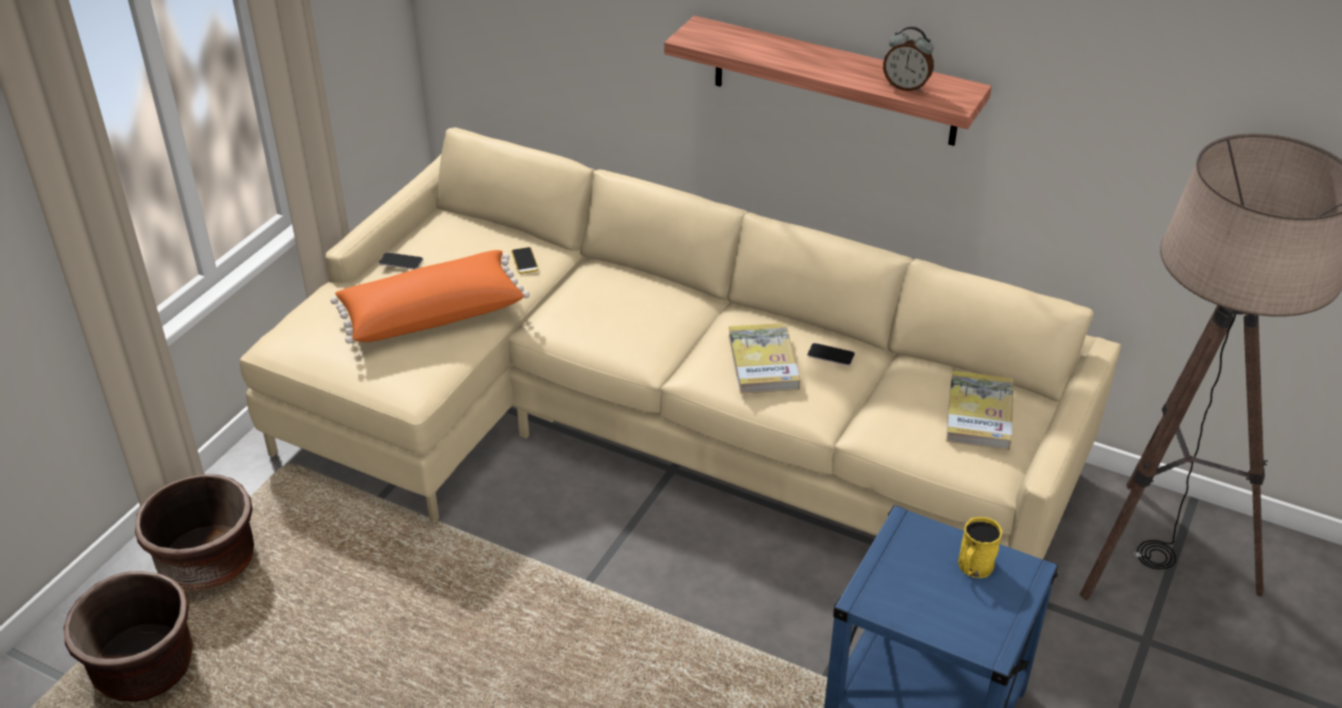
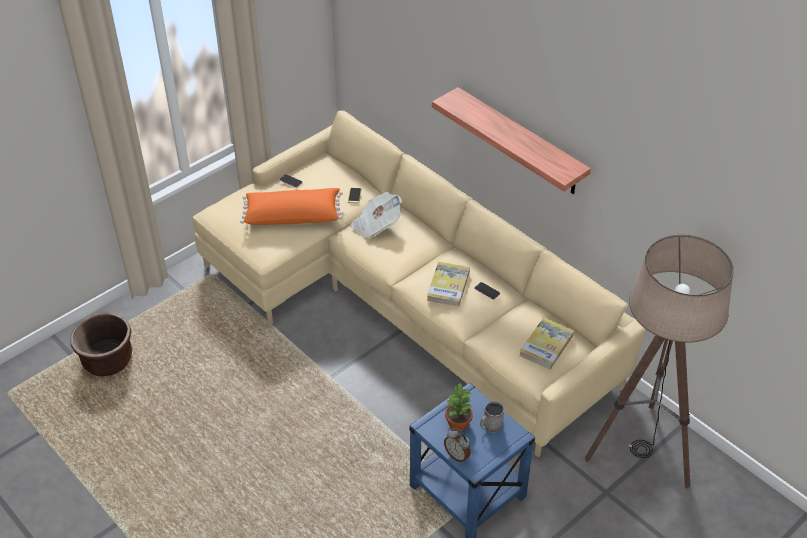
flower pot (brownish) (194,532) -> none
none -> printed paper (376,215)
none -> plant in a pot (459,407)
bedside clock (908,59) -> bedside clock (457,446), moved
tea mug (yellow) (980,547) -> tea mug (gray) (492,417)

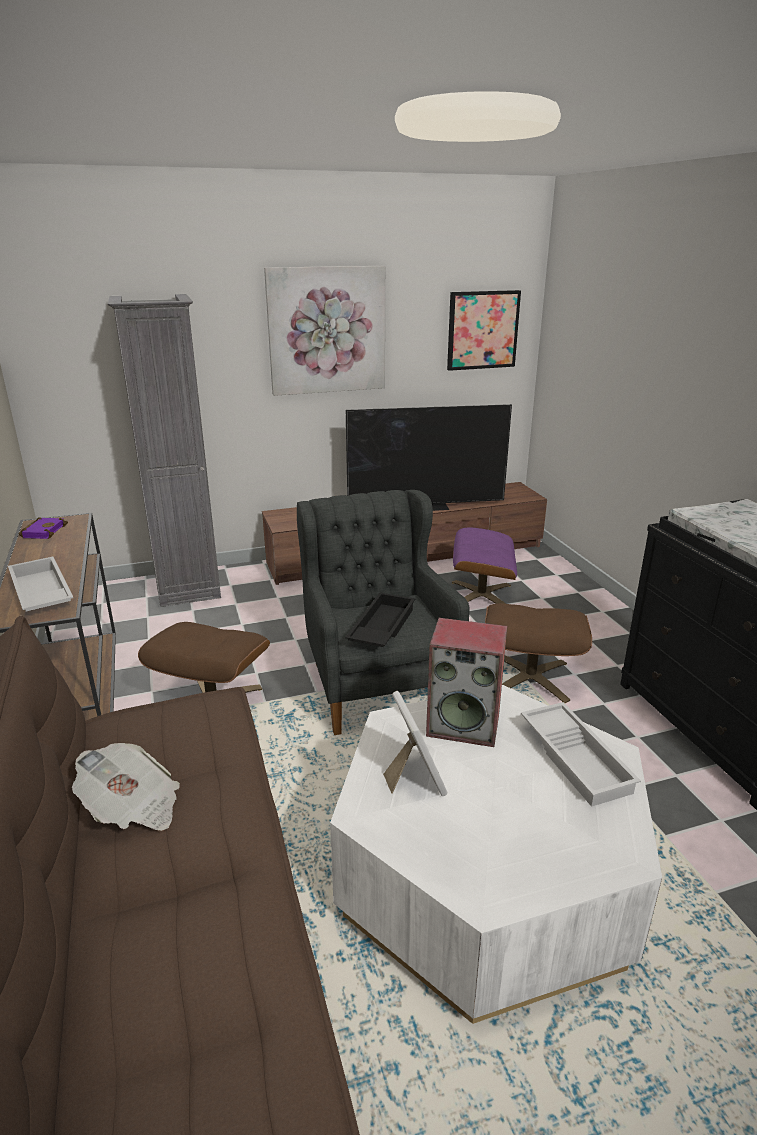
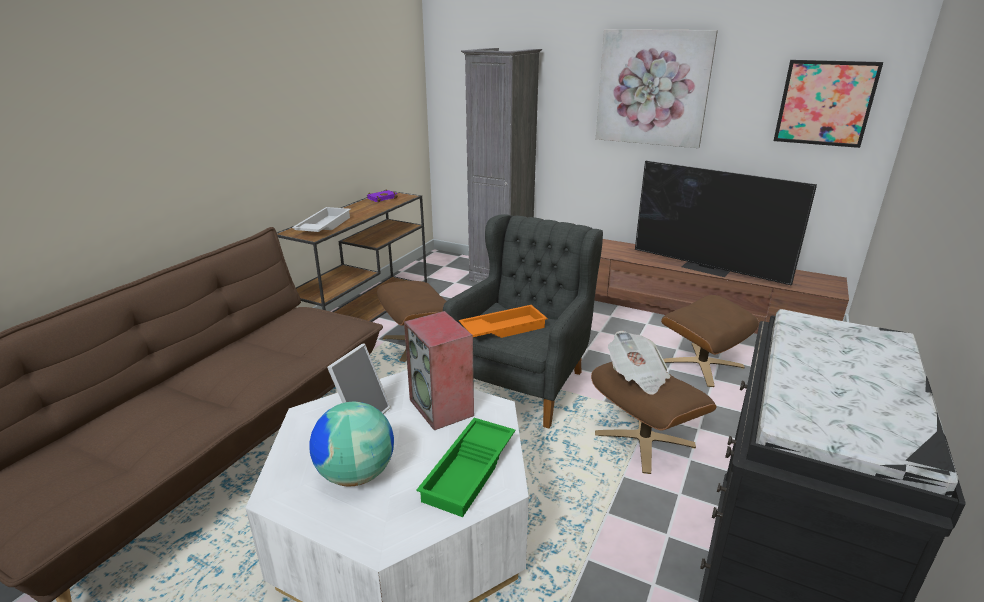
none -> desk globe (351,444)
printed paper (126,787) -> printed paper (639,363), moved
serving tray (black) (380,620) -> serving tray (orange-coloured) (503,321)
pouffe (purple-coloured) (484,565) -> pouffe (brownish) (710,341)
serving tray (whitish) (581,754) -> serving tray (green-coloured) (465,467)

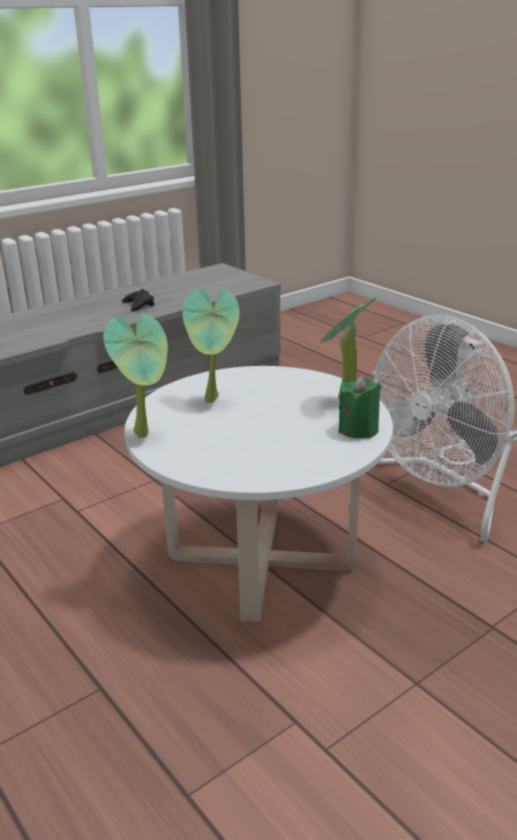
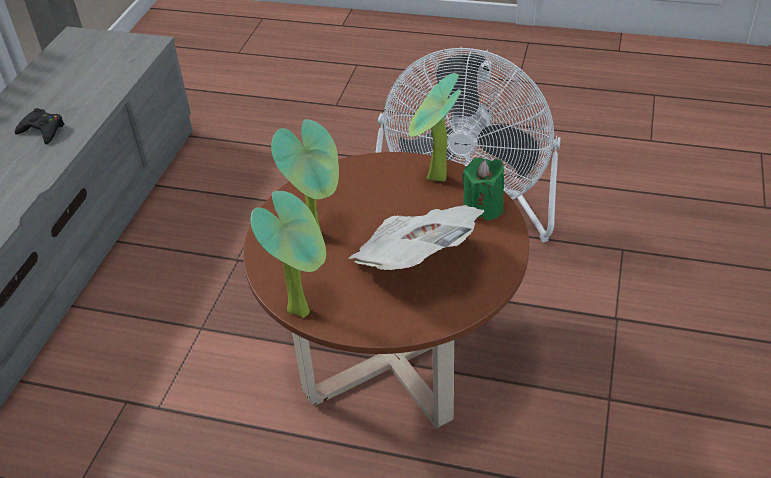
none -> printed paper (416,237)
coffee table (whitish) (258,494) -> coffee table (brownish) (386,290)

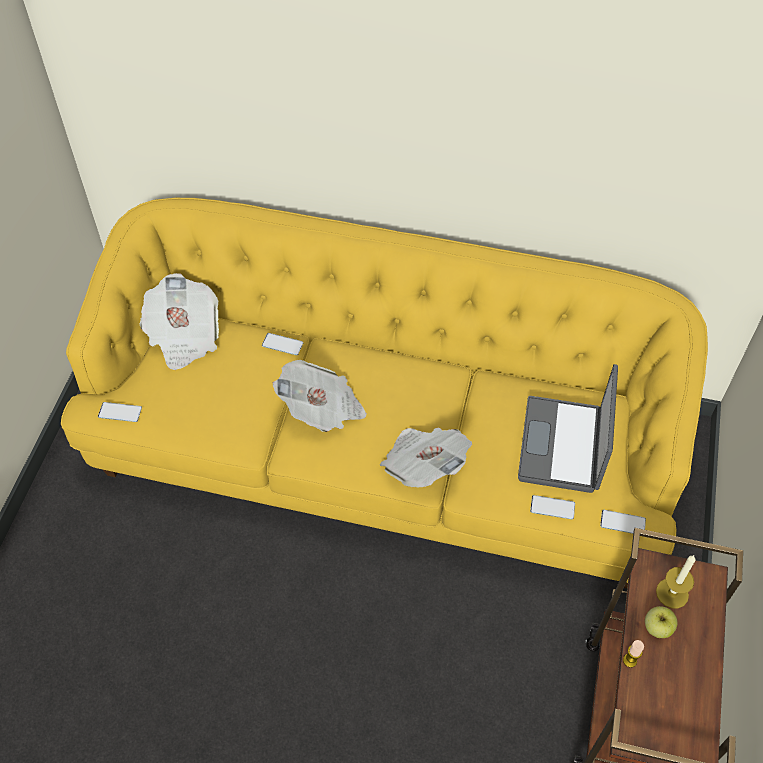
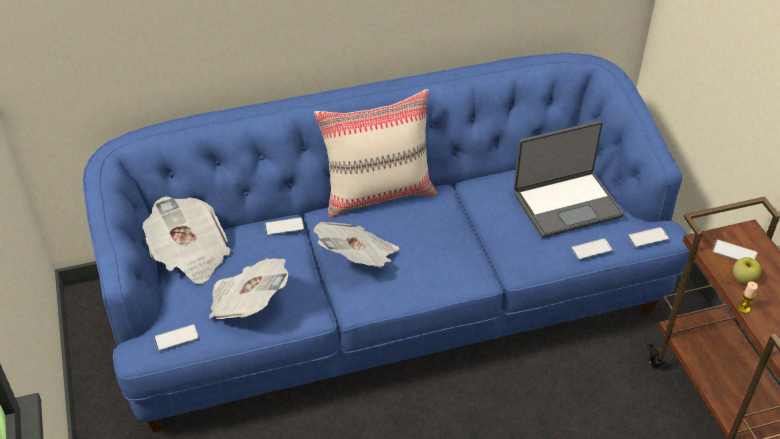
none -> pillow (beige) (375,153)
printed paper (426,457) -> printed paper (248,289), moved
candle (676,581) -> phone (735,249)
sofa (yellow) (384,393) -> sofa (blue) (386,243)
laptop (568,428) -> laptop (569,179), 90 degrees counterclockwise

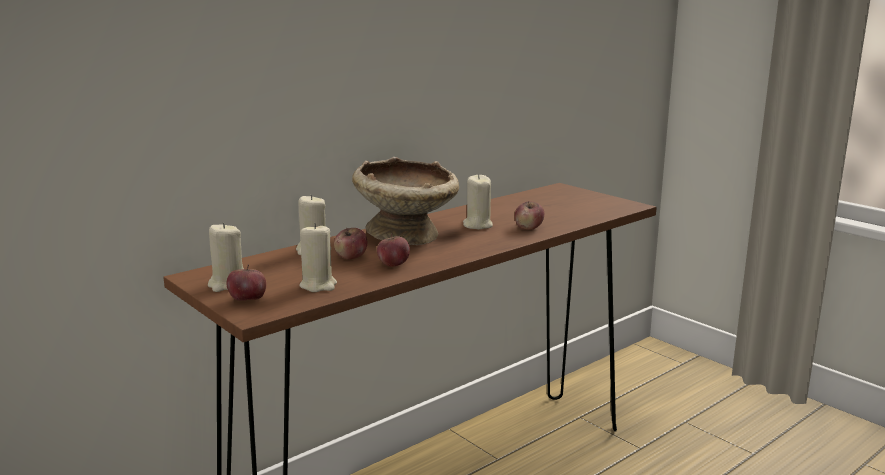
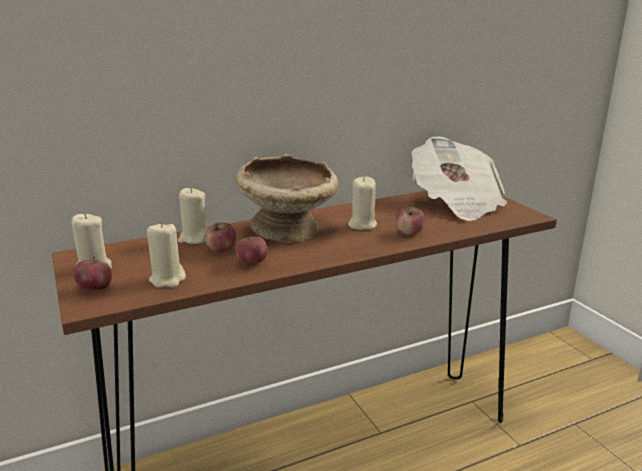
none -> printed paper (459,179)

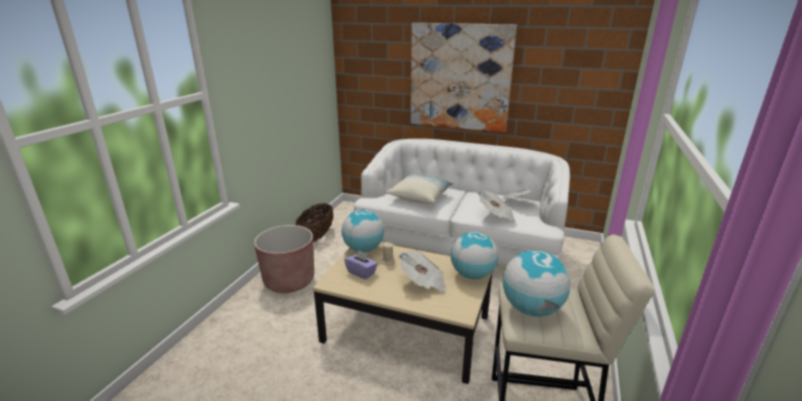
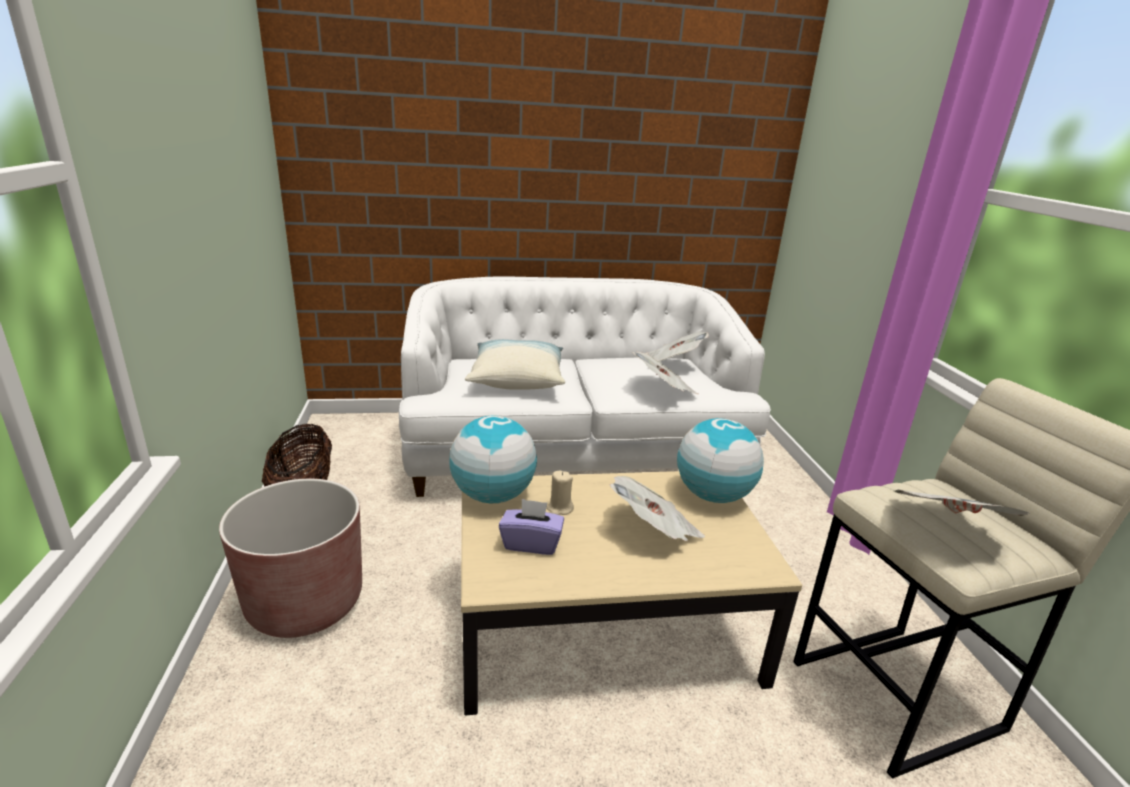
picture (464,78) -> none
desk globe (536,283) -> printed paper (962,502)

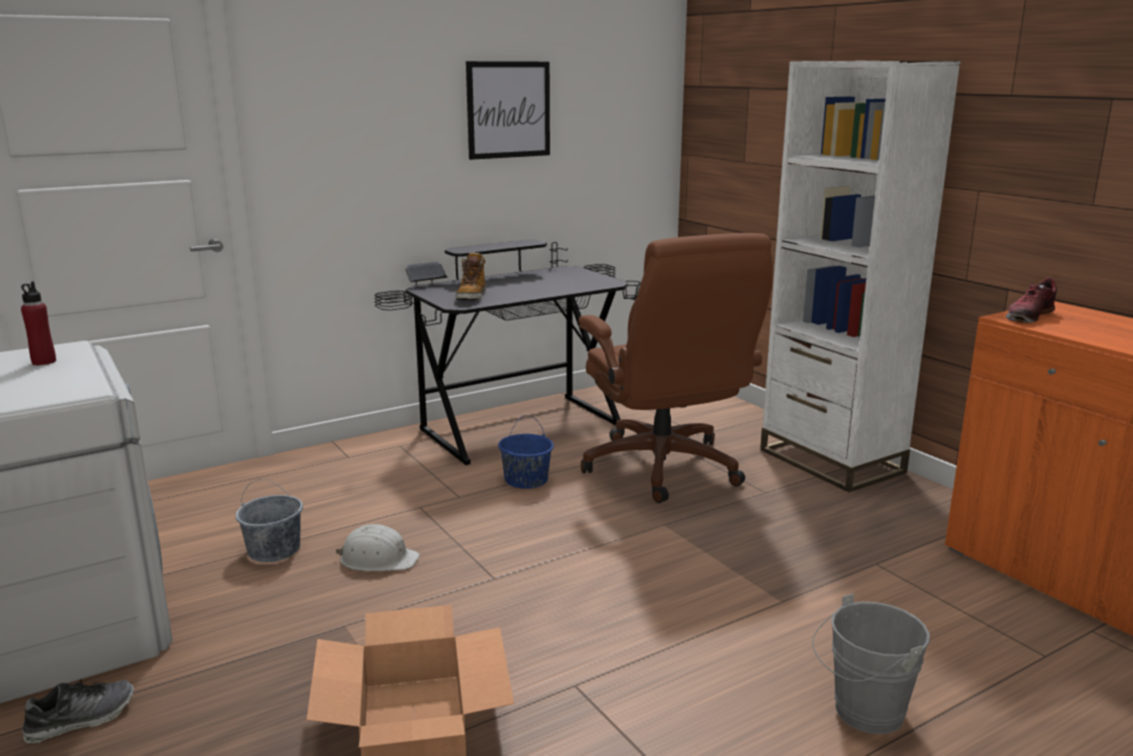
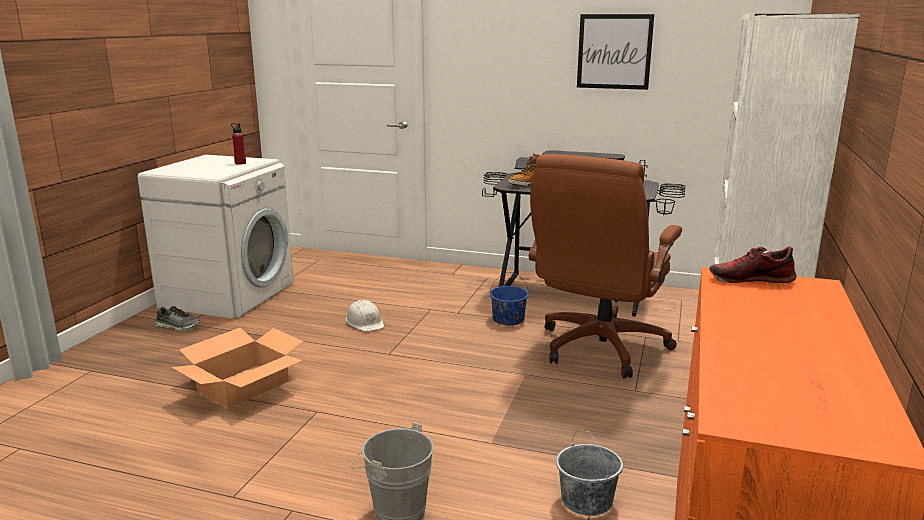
water bucket (gray) (269,520) -> water bucket (gray) (589,473), moved

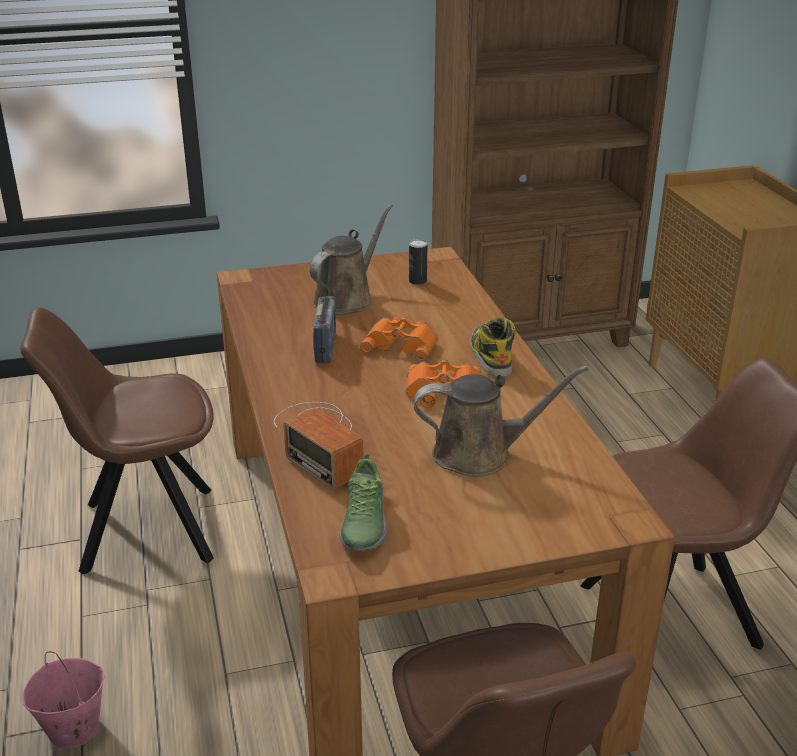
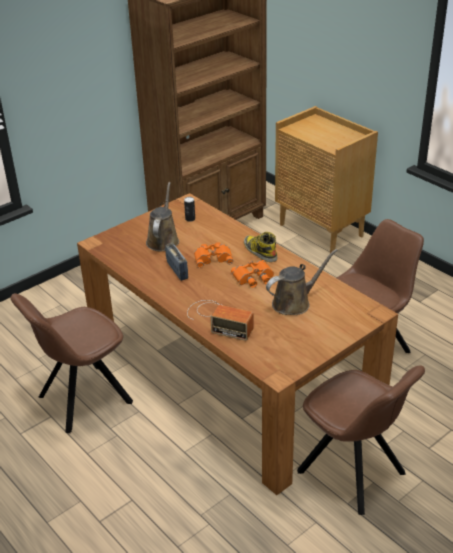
water bucket (pinkish) (64,699) -> none
low shoe (363,502) -> none

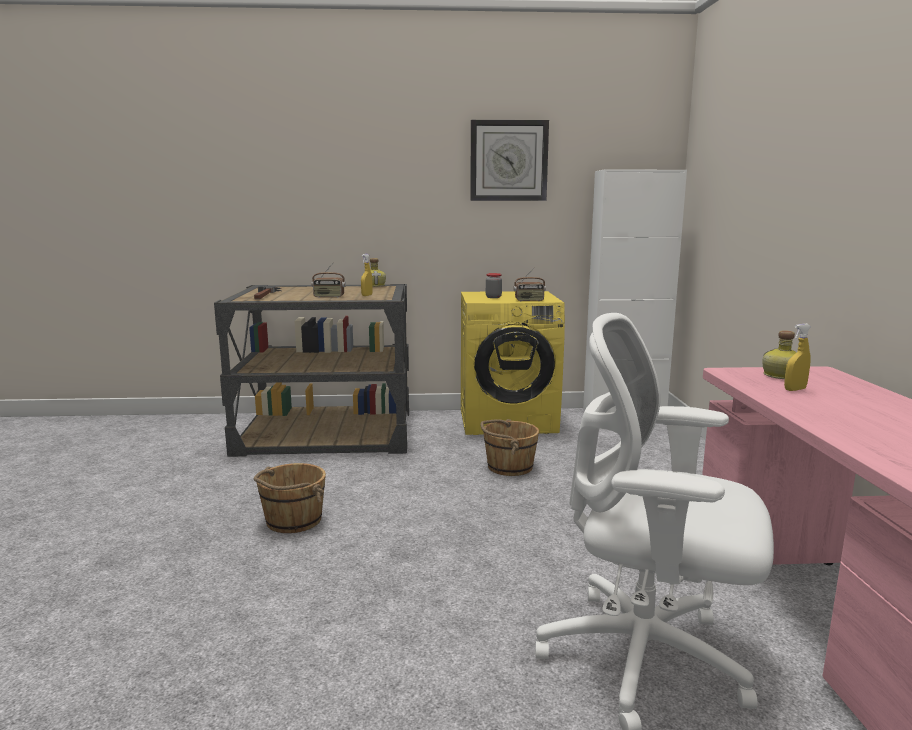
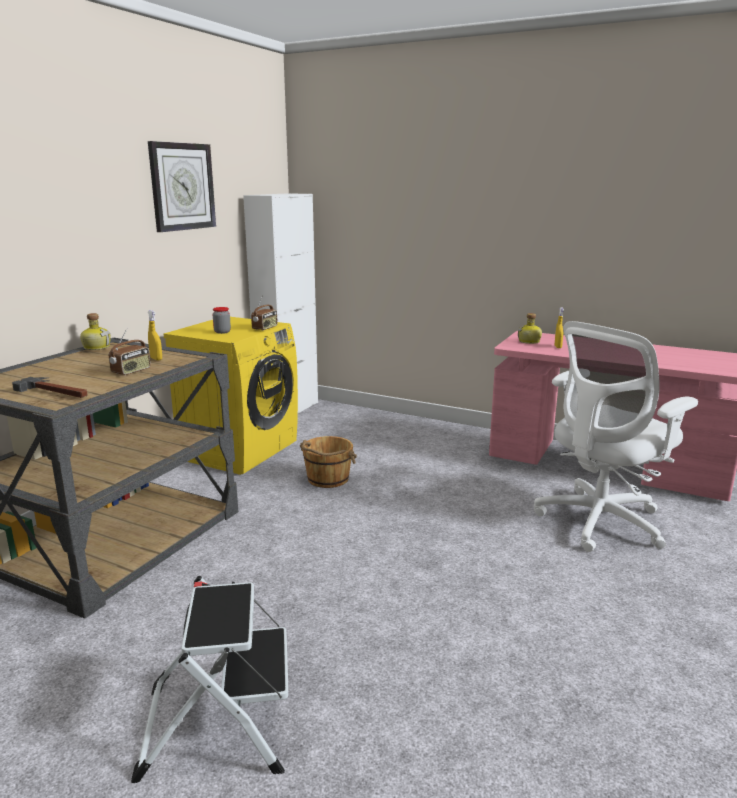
water bucket (brownish) (290,498) -> none
none -> step ladder (209,679)

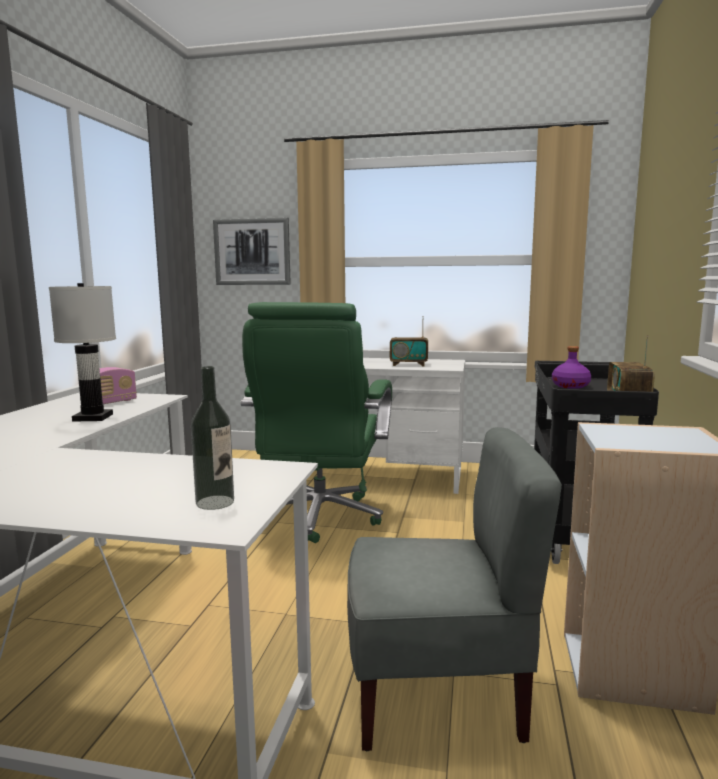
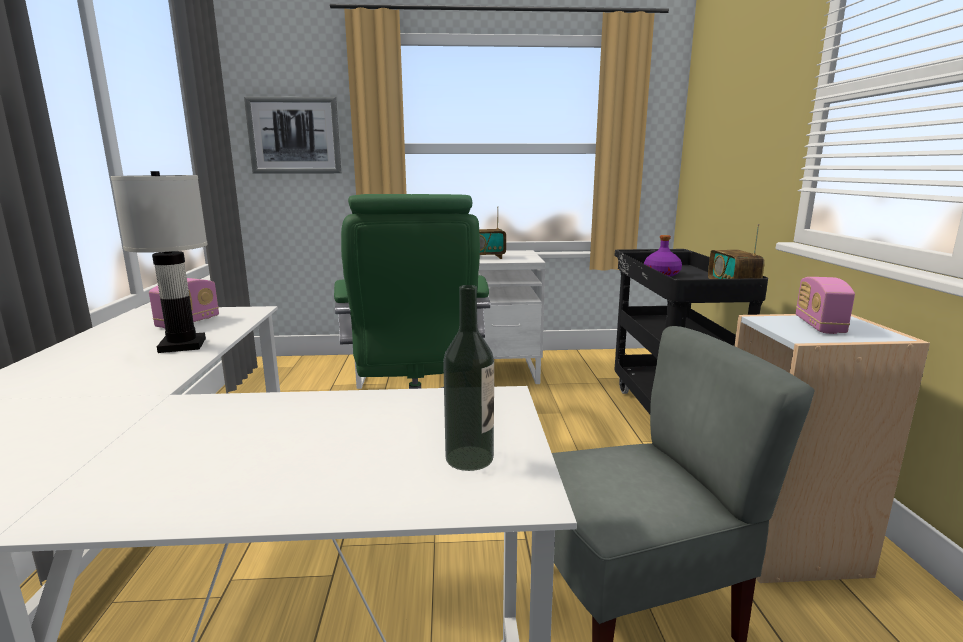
none -> radio (825,305)

